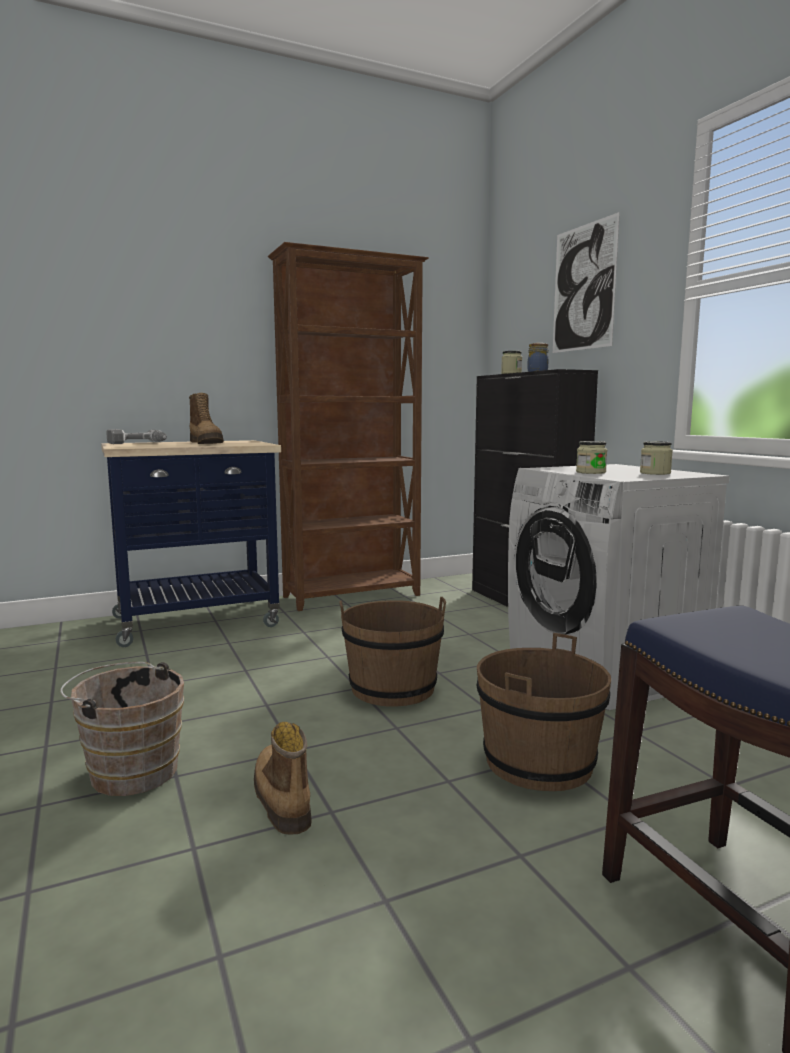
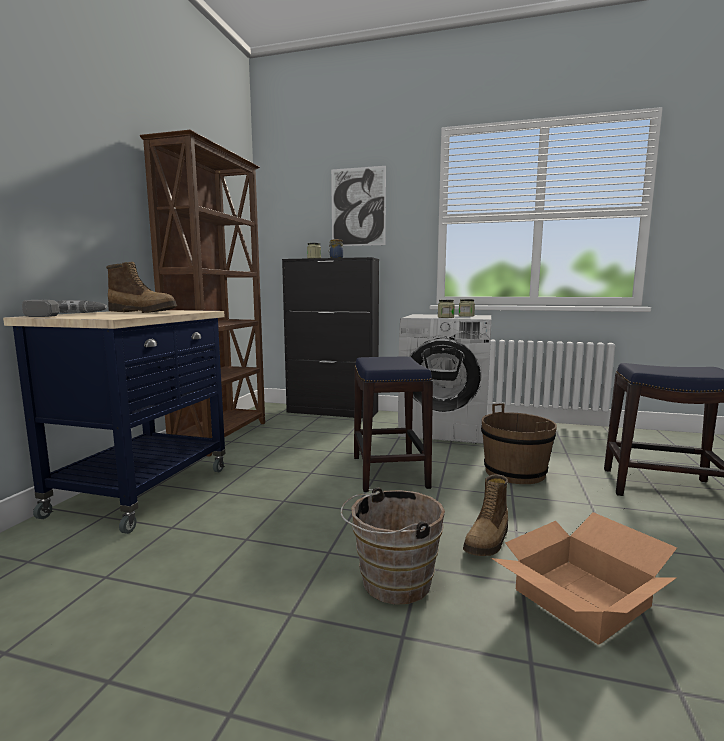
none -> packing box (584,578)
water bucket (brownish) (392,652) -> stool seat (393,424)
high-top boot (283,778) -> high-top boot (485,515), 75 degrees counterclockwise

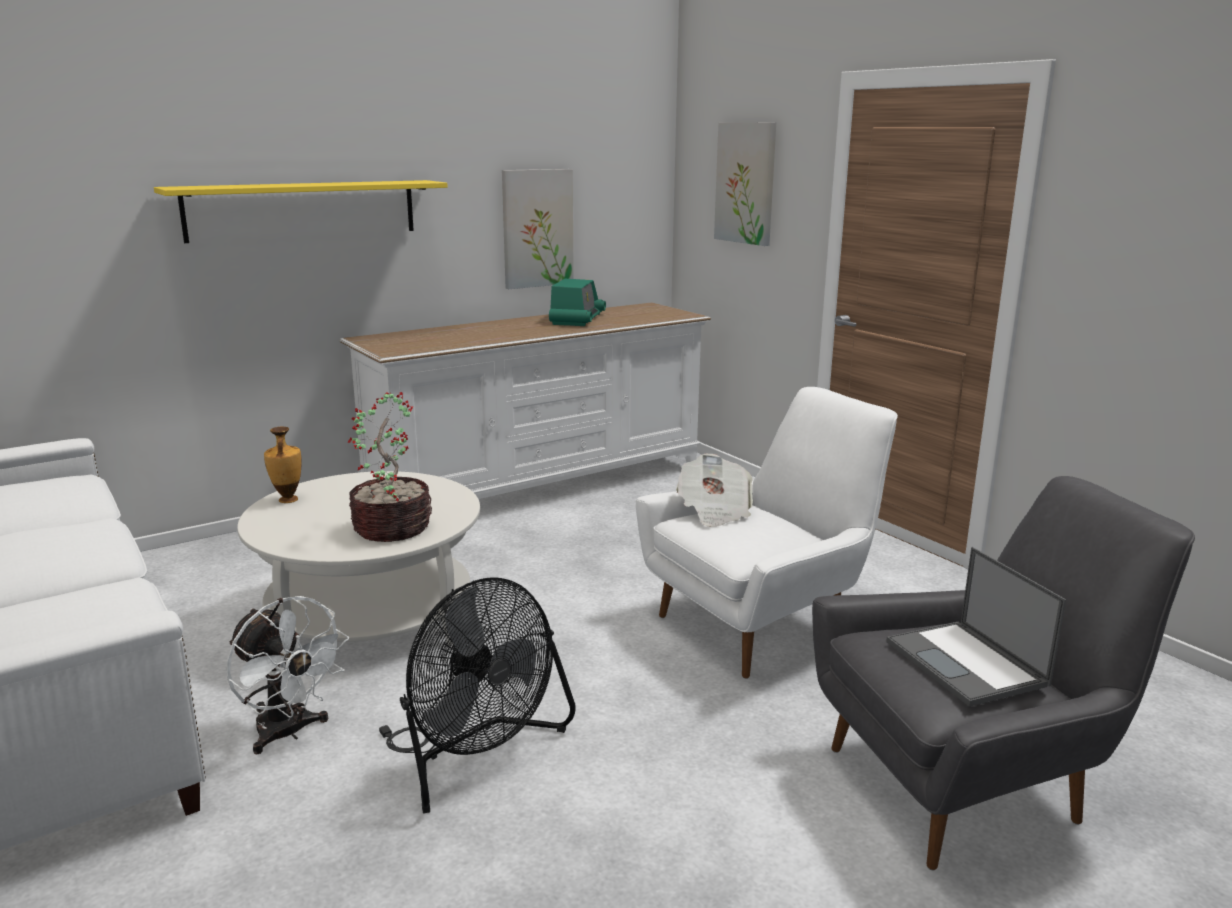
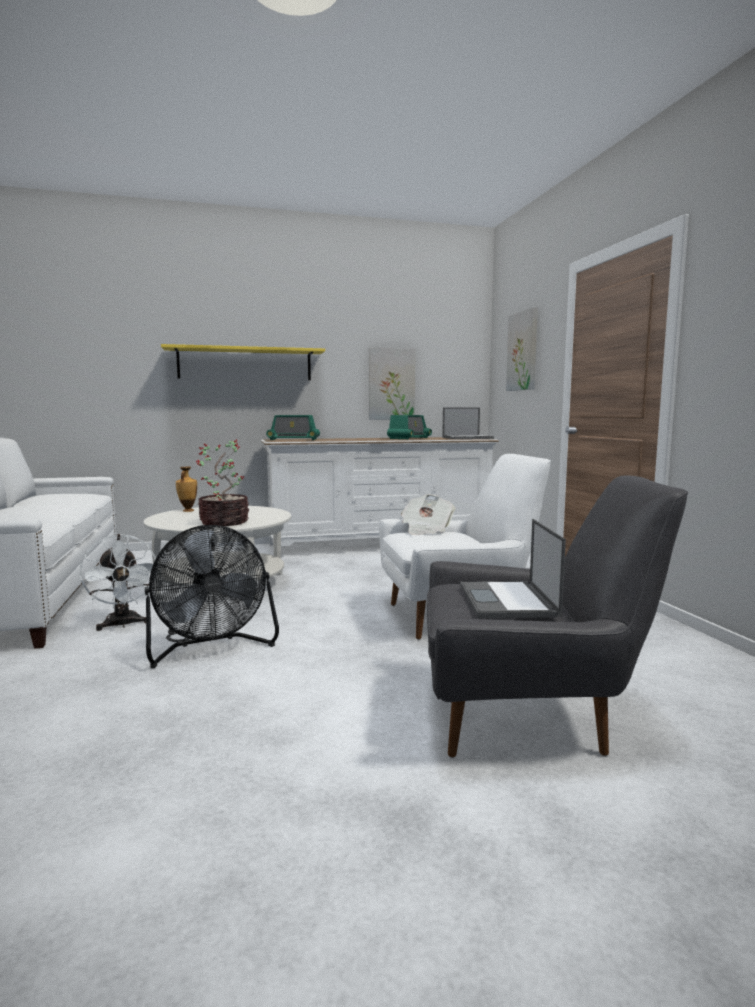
none -> radio (293,427)
none -> laptop (468,423)

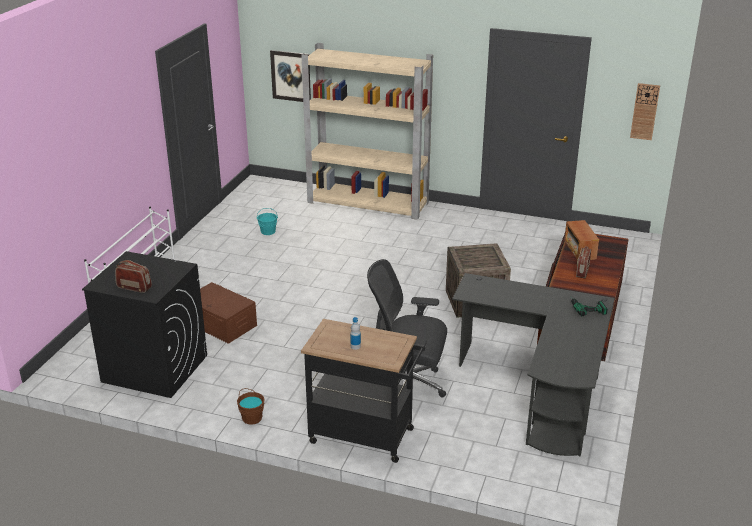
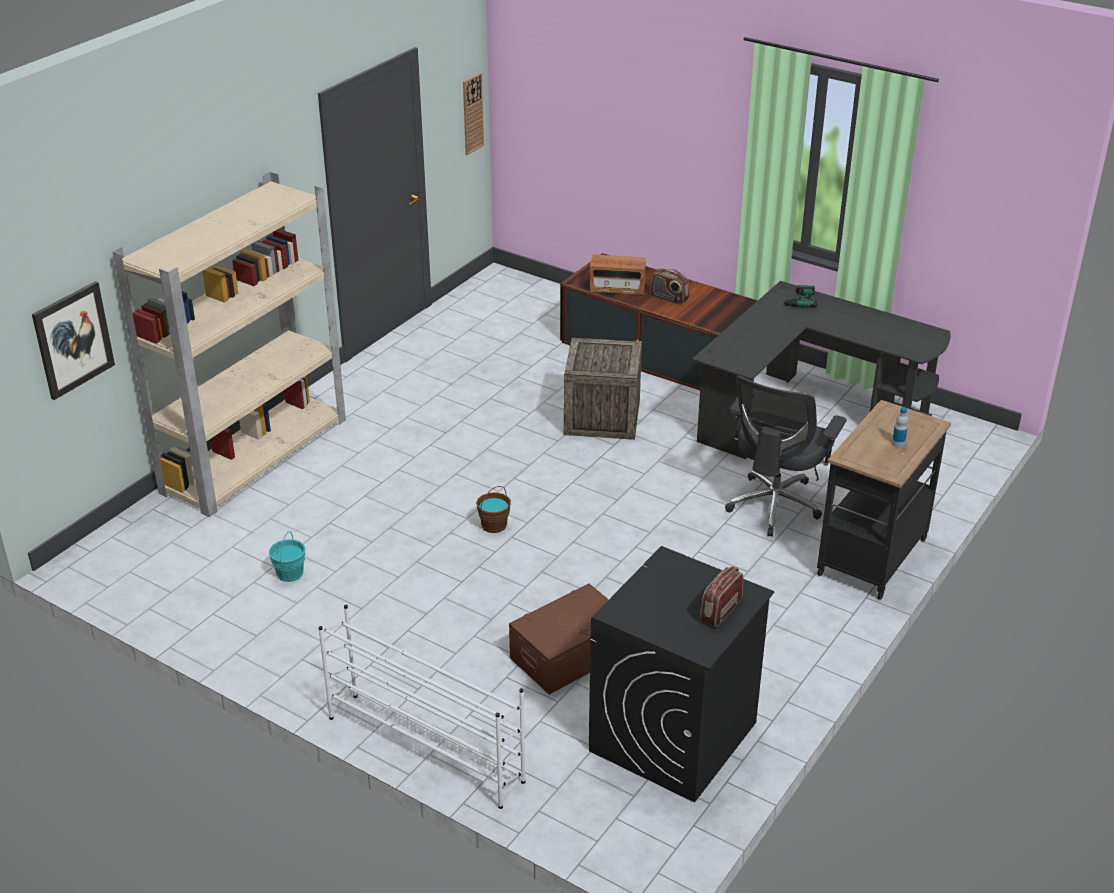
water bucket (brownish) (251,406) -> water bucket (brownish) (493,509), moved

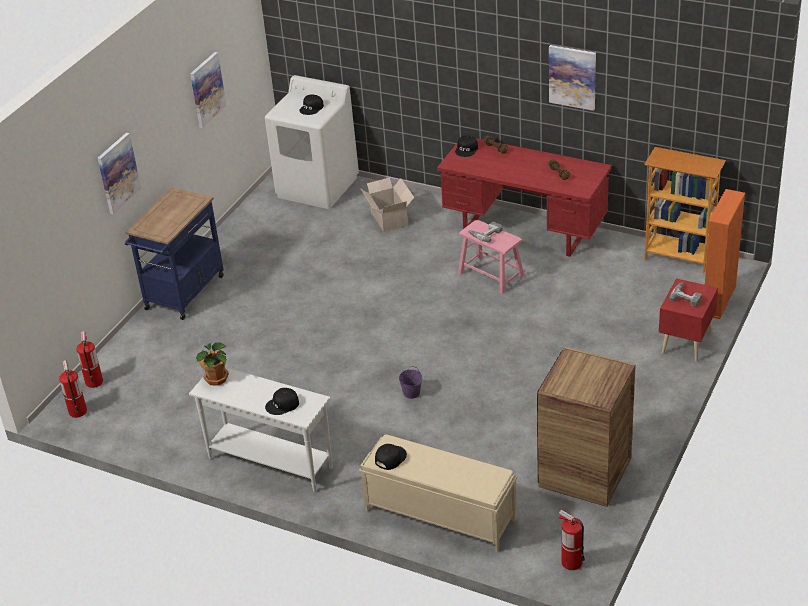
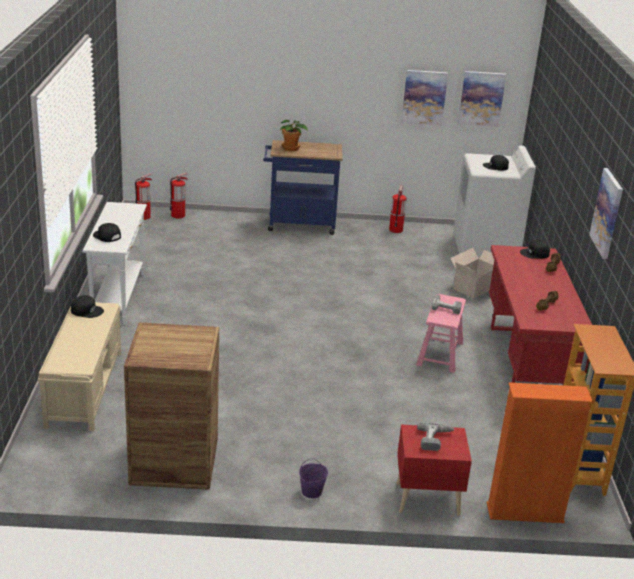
picture (119,173) -> picture (482,99), moved
plant in a pot (212,364) -> plant in a pot (294,135), moved
water bucket (purple-coloured) (410,382) -> water bucket (purple-coloured) (313,478), moved
fire extinguisher (571,539) -> fire extinguisher (398,209), moved

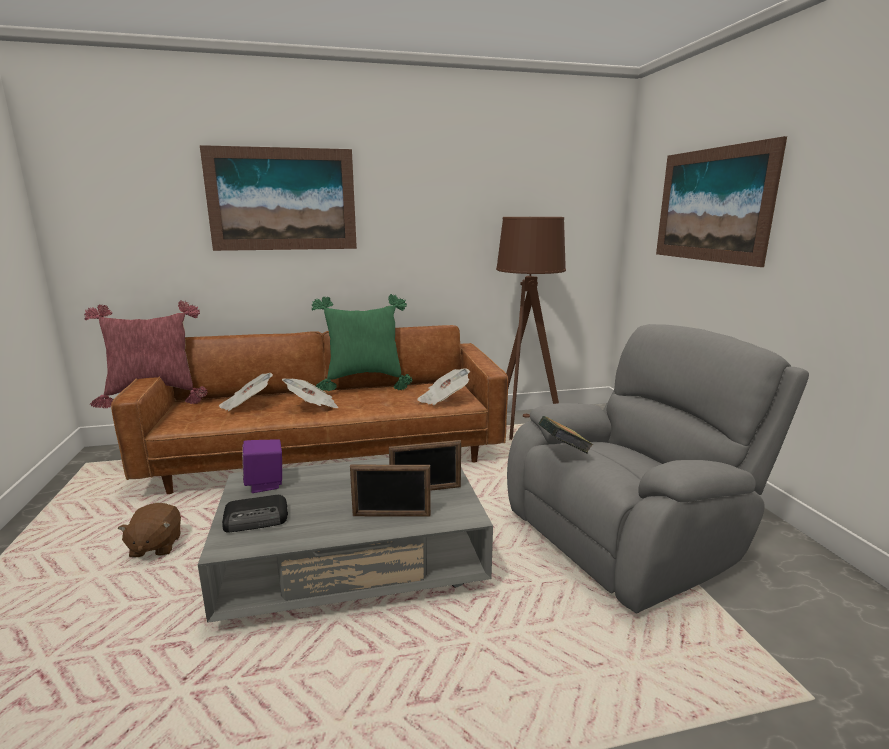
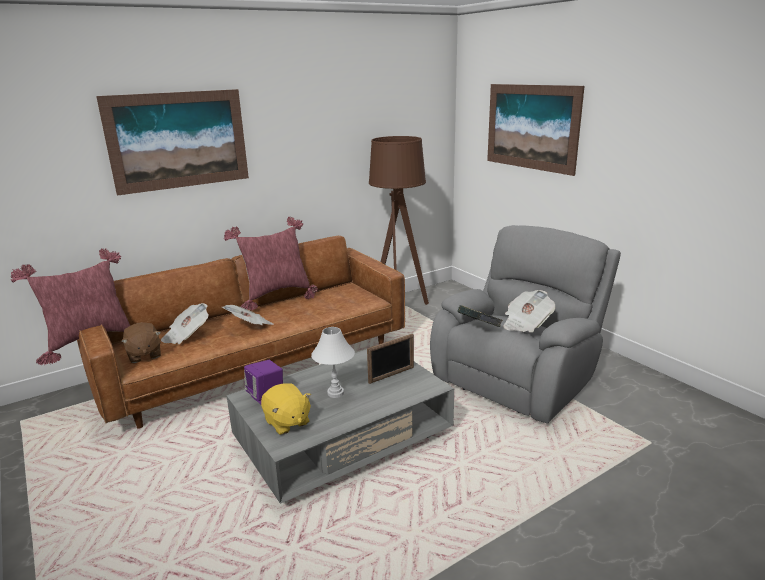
photo frame (390,491) -> none
none -> lamp for a table (whitish) (333,362)
cuddly toy (brownish) (149,530) -> cuddly toy (brownish) (141,342), moved
printed paper (443,386) -> printed paper (529,311), moved
radio (255,514) -> cuddly toy (yellow) (286,409)
pillow (green-coloured) (361,342) -> pillow (red-coloured) (271,263)

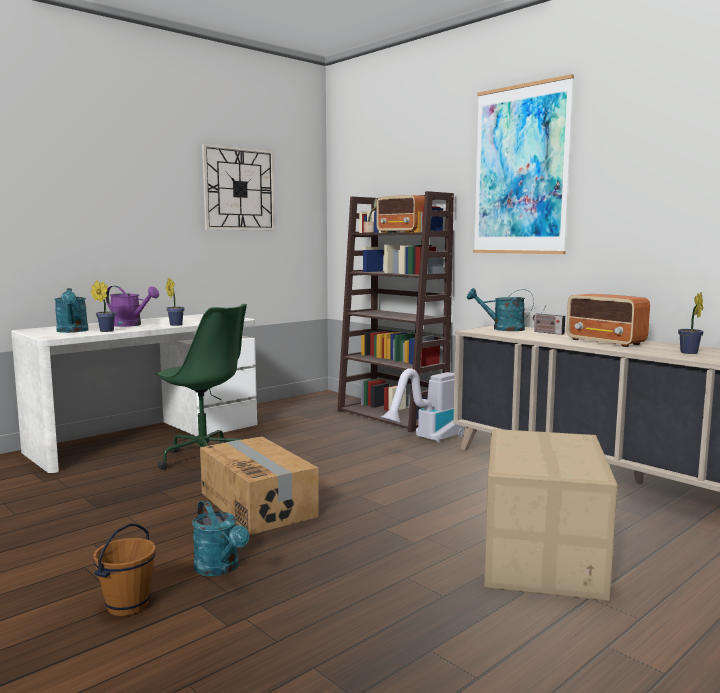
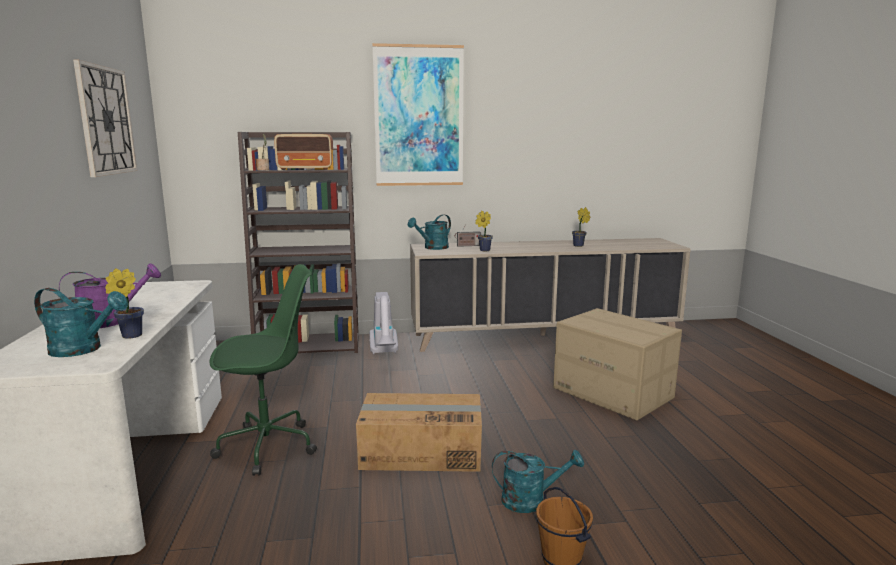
radio (608,320) -> none
plant in a pot (175,301) -> plant in a pot (484,231), moved

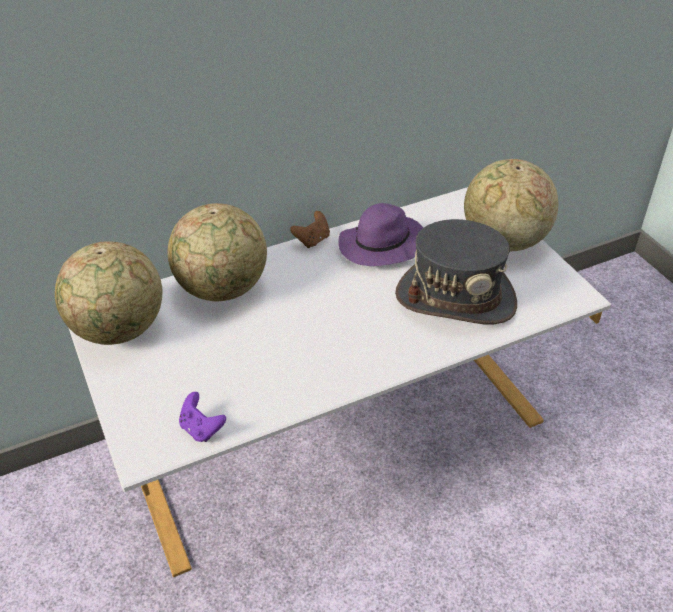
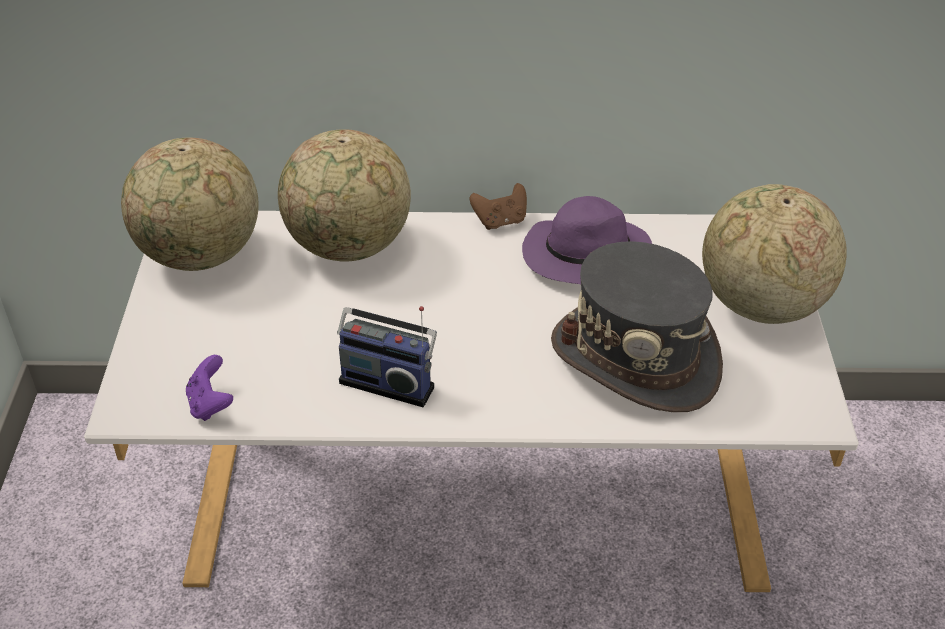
none -> radio (387,356)

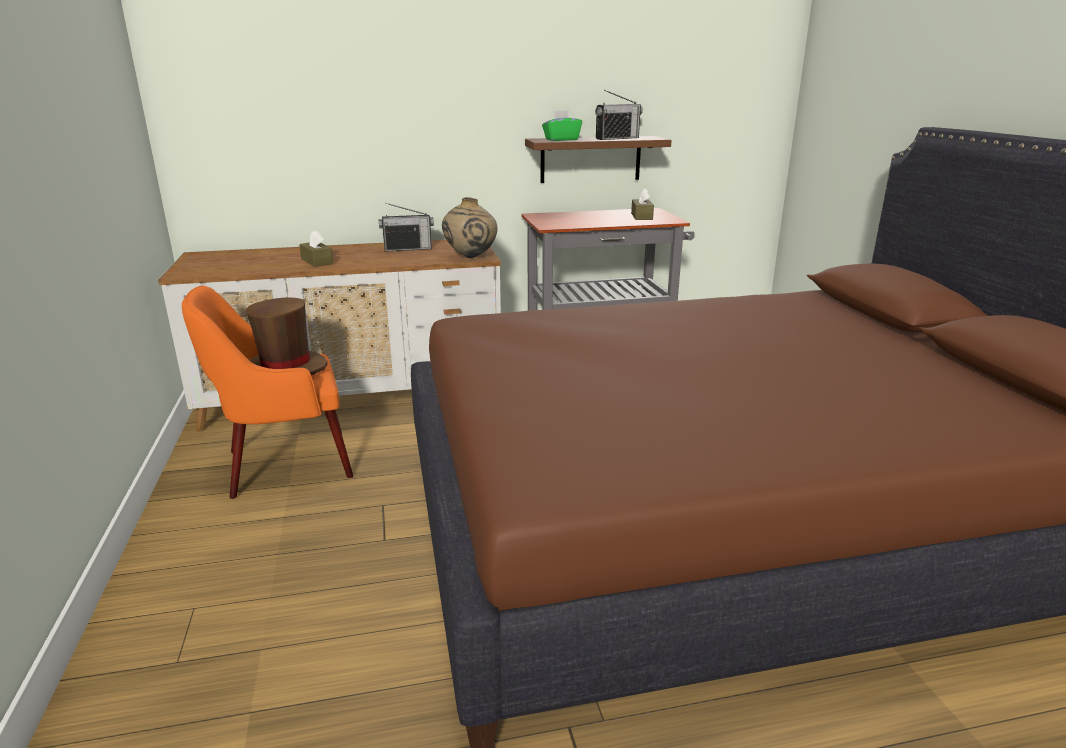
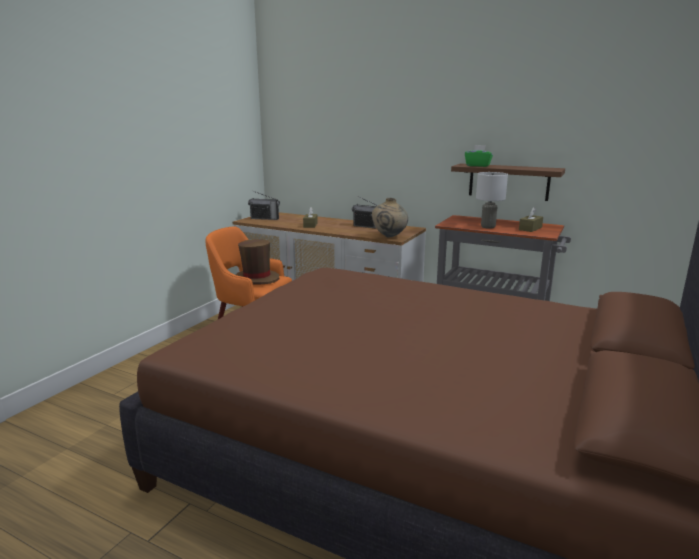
none -> lamp for a table (whitish) (492,200)
radio (619,115) -> radio (264,205), moved

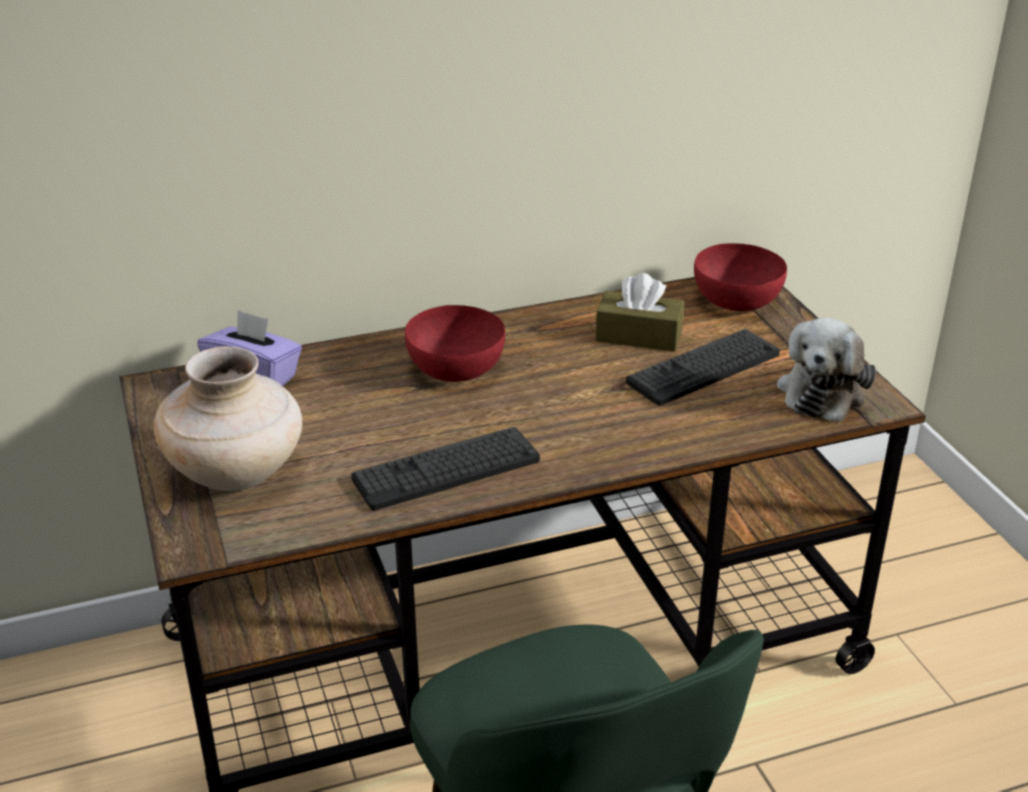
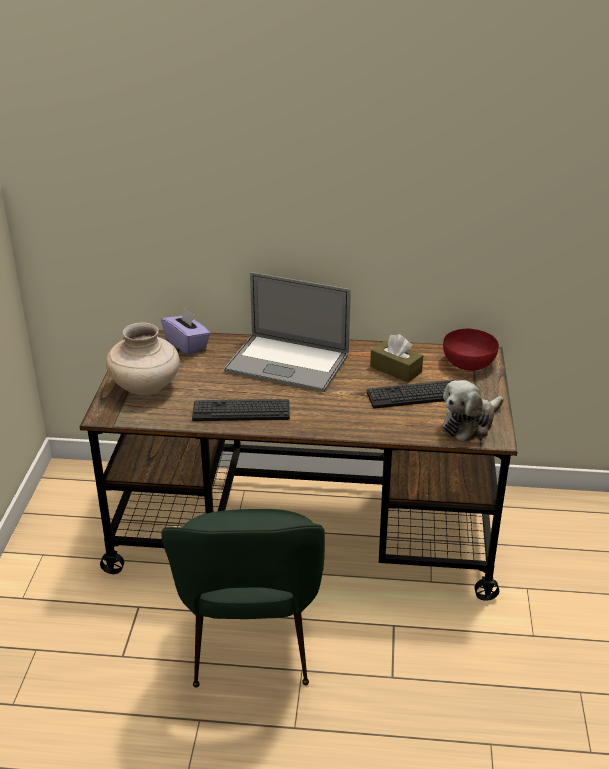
deep dish (red-coloured) (455,343) -> laptop (287,332)

